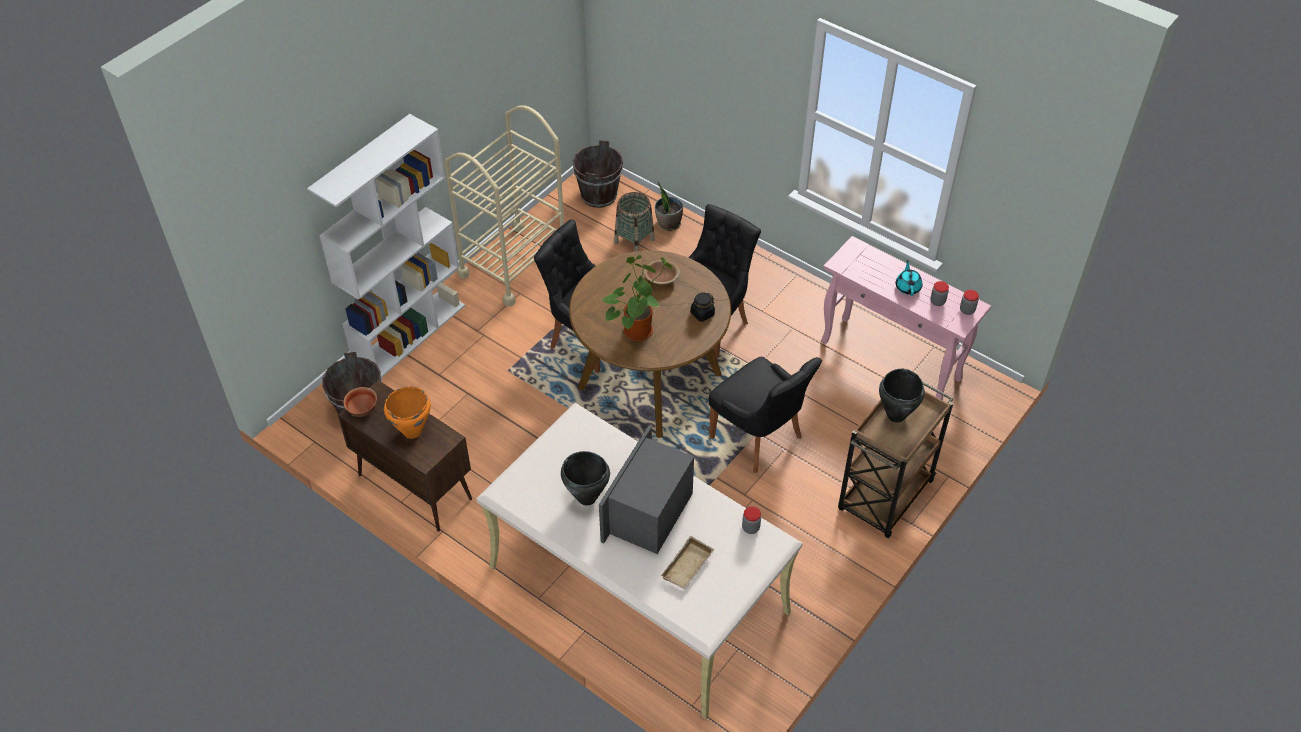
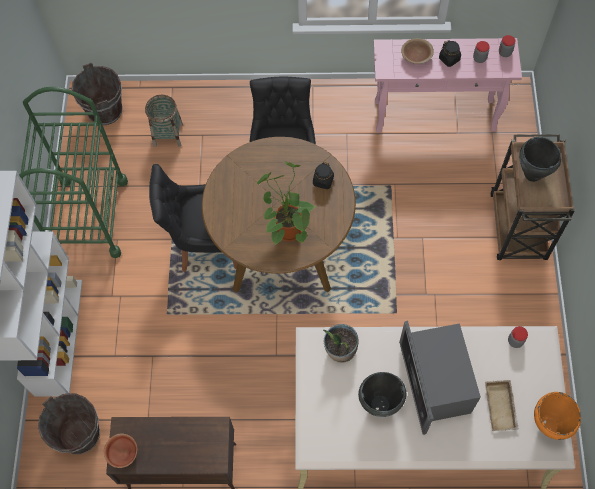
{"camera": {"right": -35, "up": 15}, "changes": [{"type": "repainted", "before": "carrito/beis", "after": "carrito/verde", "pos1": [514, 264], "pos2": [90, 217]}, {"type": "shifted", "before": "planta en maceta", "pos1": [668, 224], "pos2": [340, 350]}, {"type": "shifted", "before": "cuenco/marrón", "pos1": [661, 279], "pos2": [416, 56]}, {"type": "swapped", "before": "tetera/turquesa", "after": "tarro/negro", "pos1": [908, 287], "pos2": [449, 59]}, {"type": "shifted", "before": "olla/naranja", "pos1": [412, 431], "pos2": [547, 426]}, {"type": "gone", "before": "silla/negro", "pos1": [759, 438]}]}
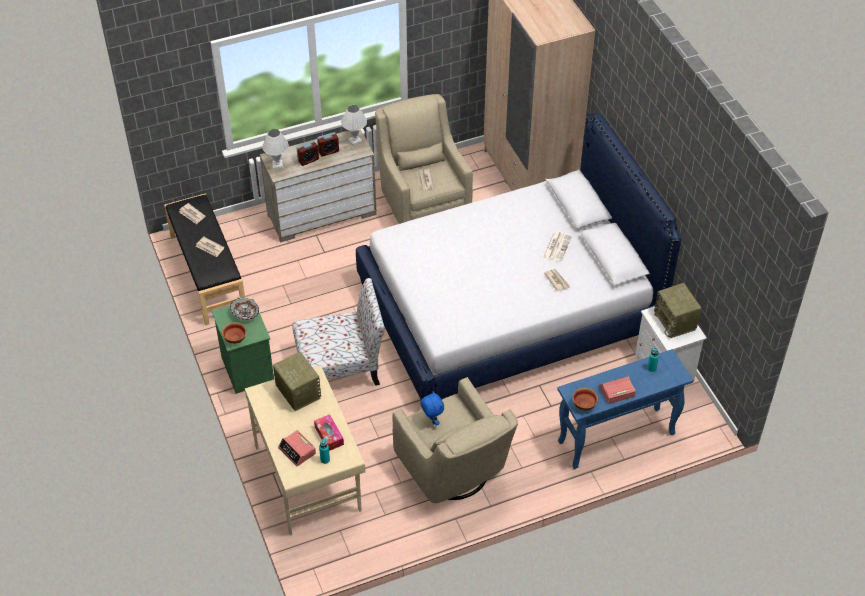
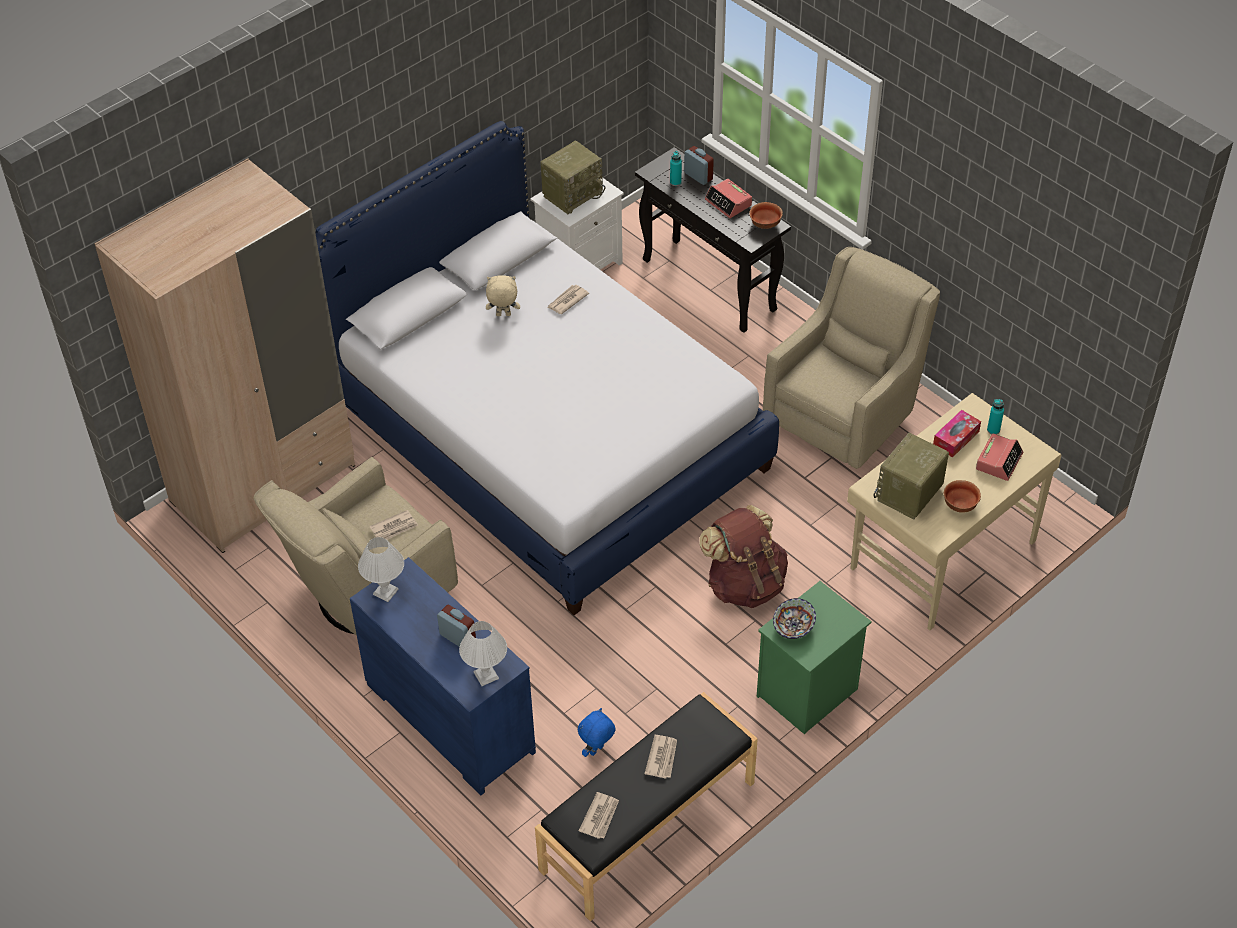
{"camera": {"right": -110, "up": 0}, "changes": [{"type": "repainted", "before": "cómoda/beis", "after": "cómoda/azul", "pos1": [322, 214], "pos2": [448, 718]}, {"type": "swapped", "before": "periódico", "after": "peluche/beis", "pos1": [557, 246], "pos2": [503, 315]}, {"type": "shifted", "before": "peluche/azul", "pos1": [432, 420], "pos2": [597, 751]}, {"type": "repainted", "before": "mesa consola/azul", "after": "mesa consola/negro", "pos1": [615, 438], "pos2": [710, 285]}, {"type": "shifted", "before": "despertador", "pos1": [328, 151], "pos2": [698, 176]}, {"type": "swapped", "before": "silla", "after": "mochila/marrón", "pos1": [341, 367], "pos2": [744, 583]}, {"type": "shifted", "before": "cuenco", "pos1": [235, 338], "pos2": [959, 505]}]}
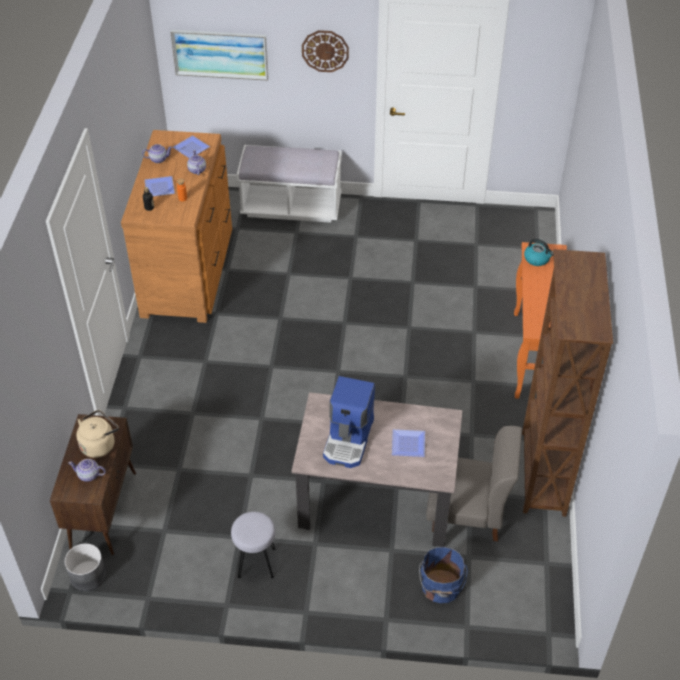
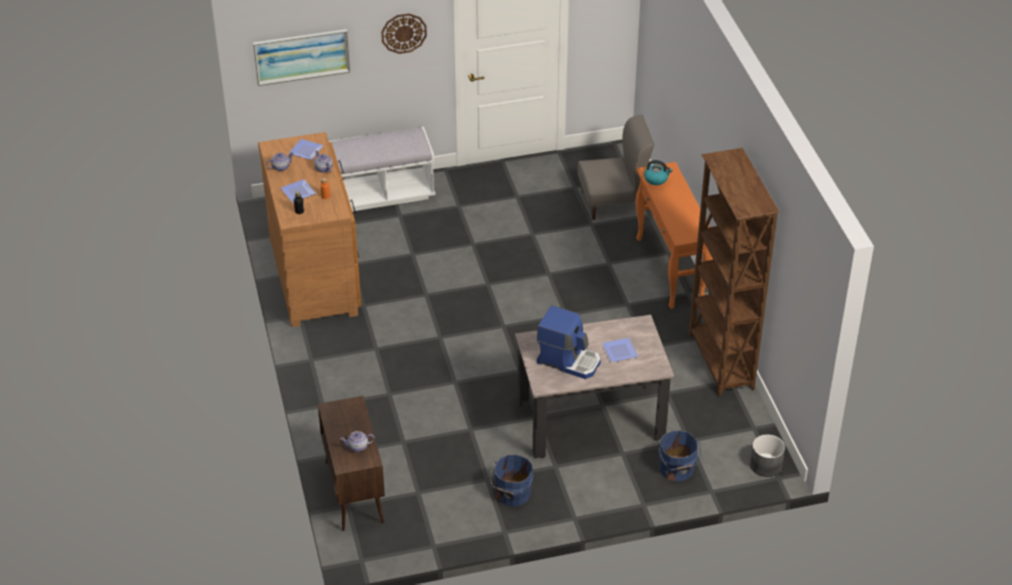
{"camera": {"right": -20, "up": -5}, "changes": [{"type": "swapped", "before": "taburete/gris", "after": "cubo/azul", "pos1": [256, 562], "pos2": [512, 494]}, {"type": "rotated", "before": "cafetera", "pos1": [349, 439], "pos2": [569, 360], "turn": -60}, {"type": "shifted", "before": "silla/gris", "pos1": [467, 512], "pos2": [613, 202]}, {"type": "shifted", "before": "maceta/gris", "pos1": [88, 575], "pos2": [766, 465]}, {"type": "gone", "before": "hervidor/beis", "pos1": [99, 444]}]}
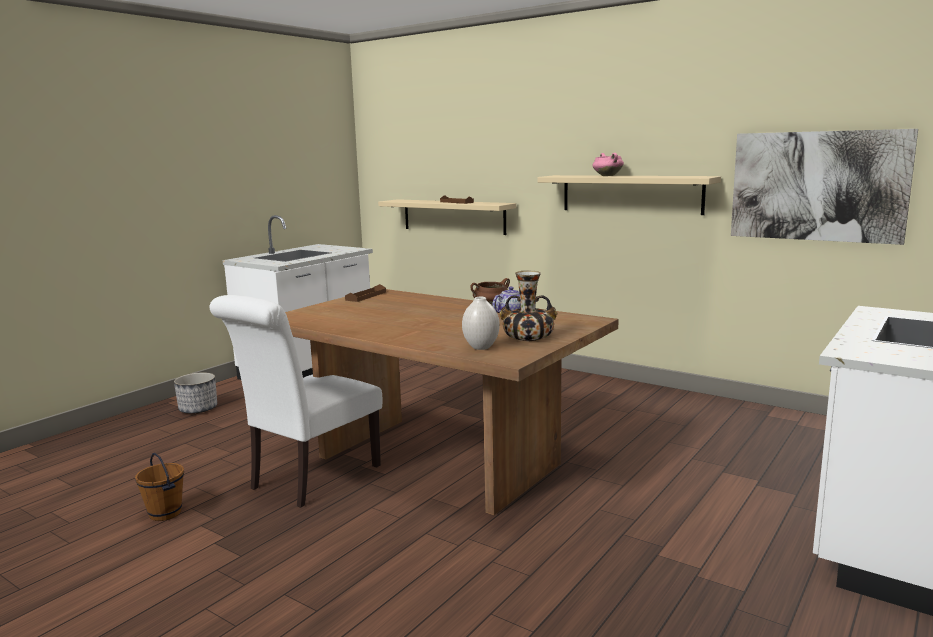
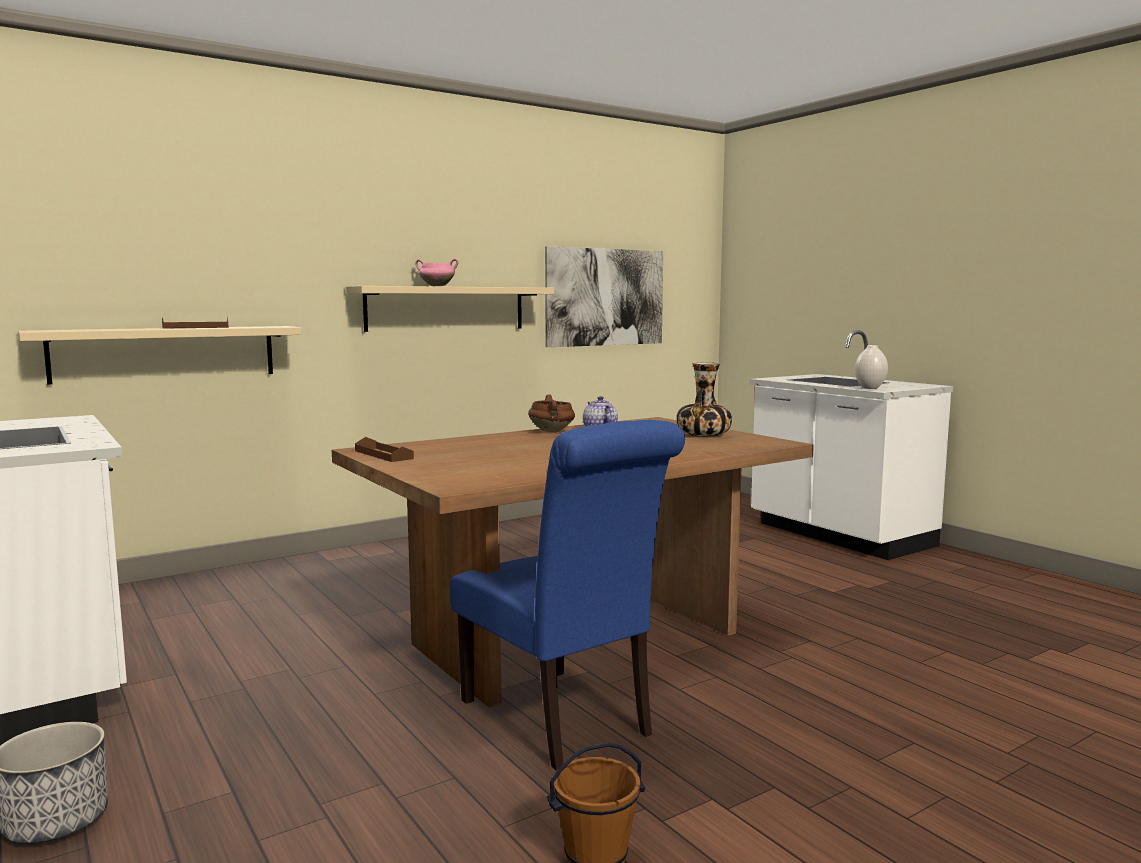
{"camera": {"right": -70, "up": -5}, "changes": [{"type": "repainted", "before": "silla/blanco", "after": "silla/azul", "pos1": [309, 479], "pos2": [562, 721]}, {"type": "shifted", "before": "florero/blanco", "pos1": [480, 347], "pos2": [870, 388]}]}
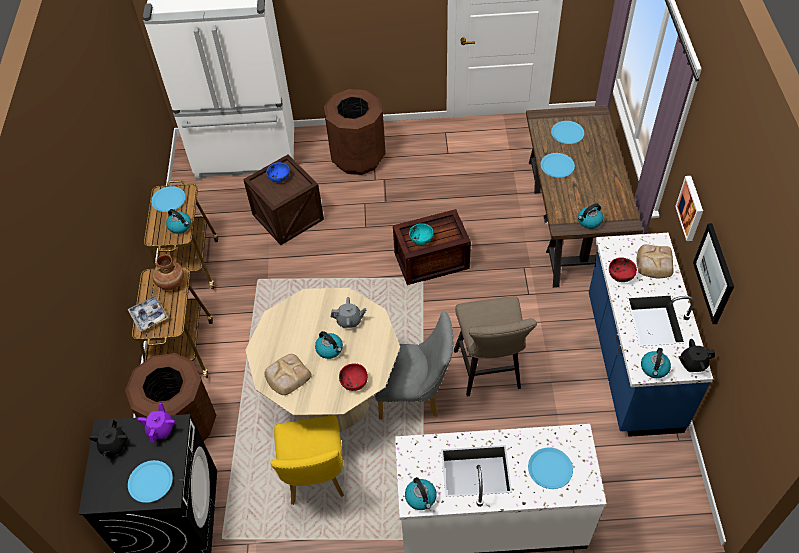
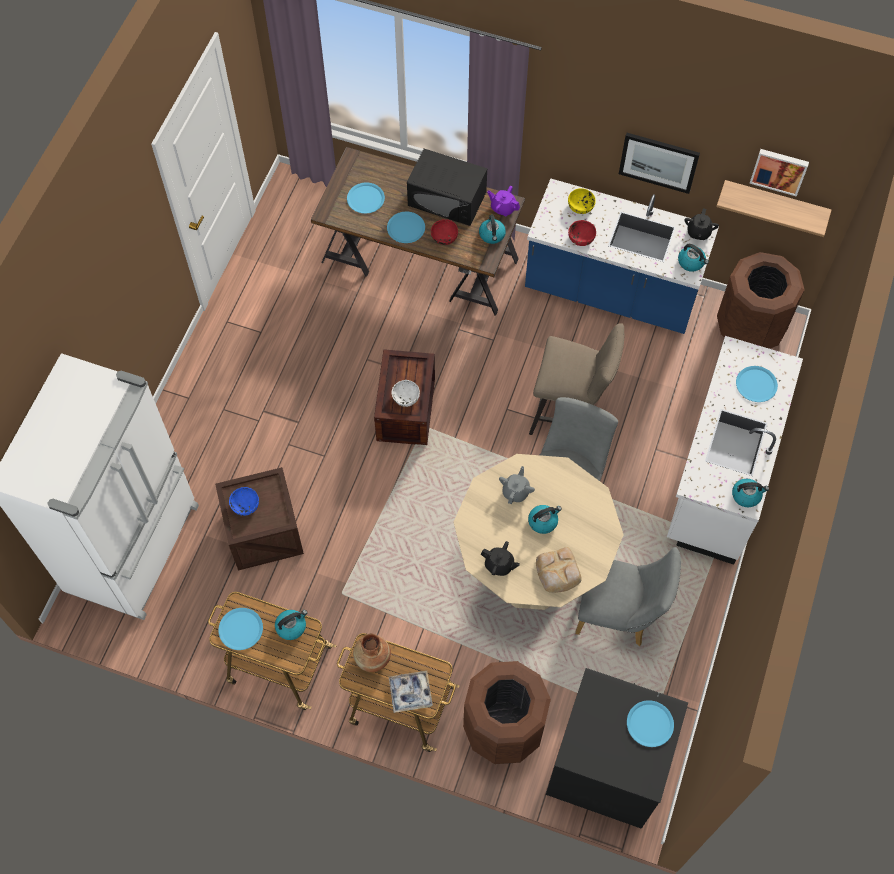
{"camera": {"right": -70, "up": 10}, "changes": [{"type": "repainted", "before": "cuenco/turquesa", "after": "cuenco/blanco", "pos1": [421, 238], "pos2": [405, 397]}, {"type": "new", "after": "microondas/negro", "pos2": [447, 199]}, {"type": "shifted", "before": "cuenco/rojo", "pos1": [353, 381], "pos2": [444, 237]}, {"type": "shifted", "before": "tetera/negro", "pos1": [113, 445], "pos2": [499, 565]}, {"type": "shifted", "before": "tetera/morado", "pos1": [161, 429], "pos2": [503, 208]}, {"type": "swapped", "before": "pan", "after": "cuenco/amarillo", "pos1": [654, 263], "pos2": [581, 206]}, {"type": "repainted", "before": "silla/amarillo", "after": "silla/gris", "pos1": [315, 478], "pos2": [619, 614]}, {"type": "new", "after": "estante", "pos2": [774, 204]}, {"type": "shifted", "before": "papelera/marrón", "pos1": [358, 157], "pos2": [749, 327]}, {"type": "shifted", "before": "cuadro", "pos1": [691, 208], "pos2": [779, 170]}]}
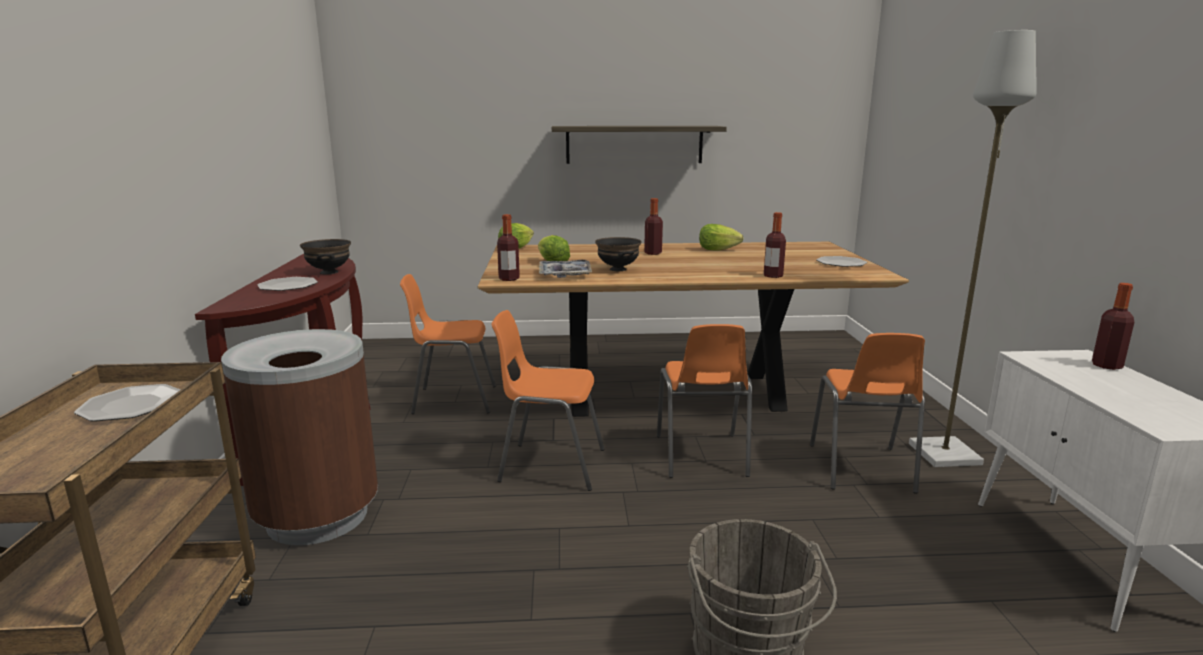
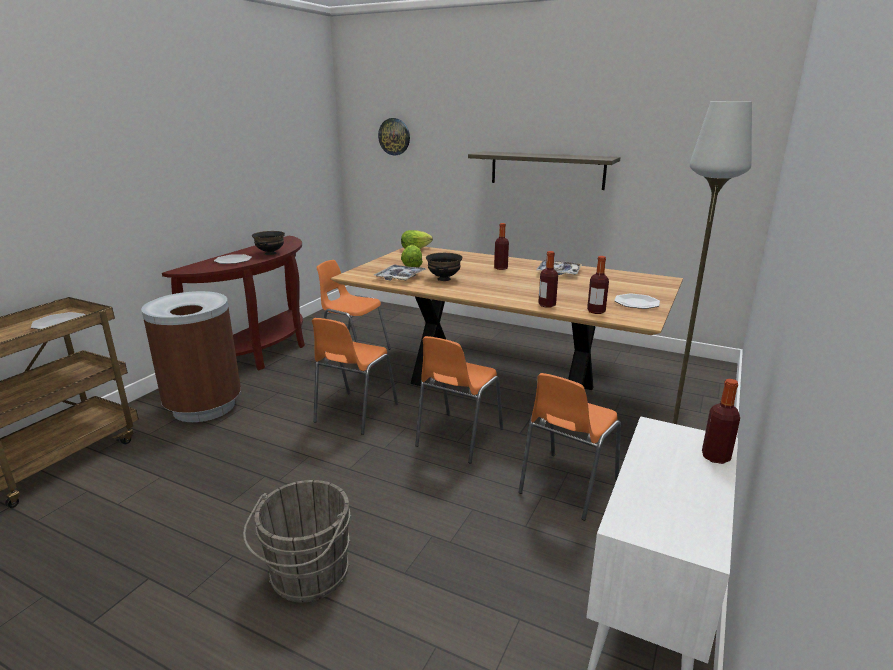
{"camera": {"right": 30, "up": 5}, "changes": [{"type": "rotated", "before": "silla/naranja", "pos1": [549, 465], "pos2": [354, 413], "turn": -105}, {"type": "new", "after": "reloj de pared", "pos2": [394, 136]}, {"type": "swapped", "before": "lechuga", "after": "bandeja", "pos1": [717, 250], "pos2": [558, 272]}, {"type": "shifted", "before": "botella", "pos1": [509, 279], "pos2": [596, 311]}]}
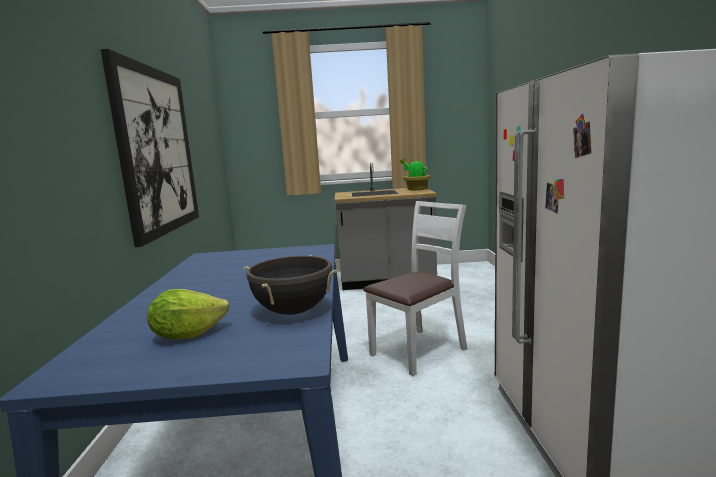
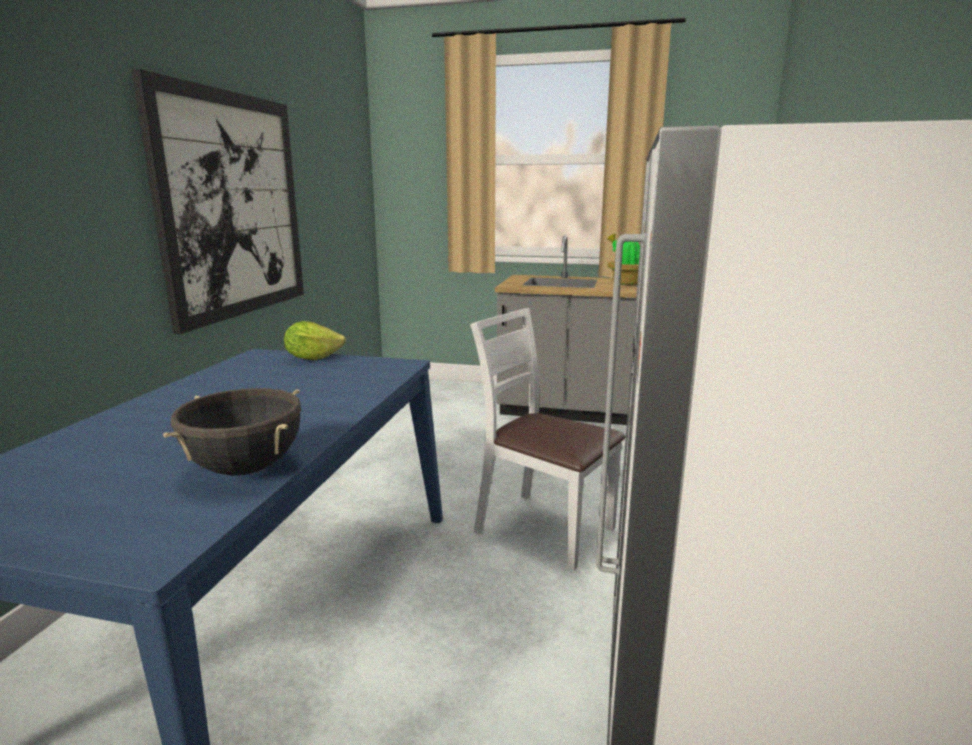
{"camera": {"right": 15, "up": 5}, "changes": [{"type": "shifted", "before": "lechuga", "pos1": [187, 335], "pos2": [312, 358]}, {"type": "rotated", "before": "silla/blanco", "pos1": [418, 351], "pos2": [543, 529], "turn": -120}]}
